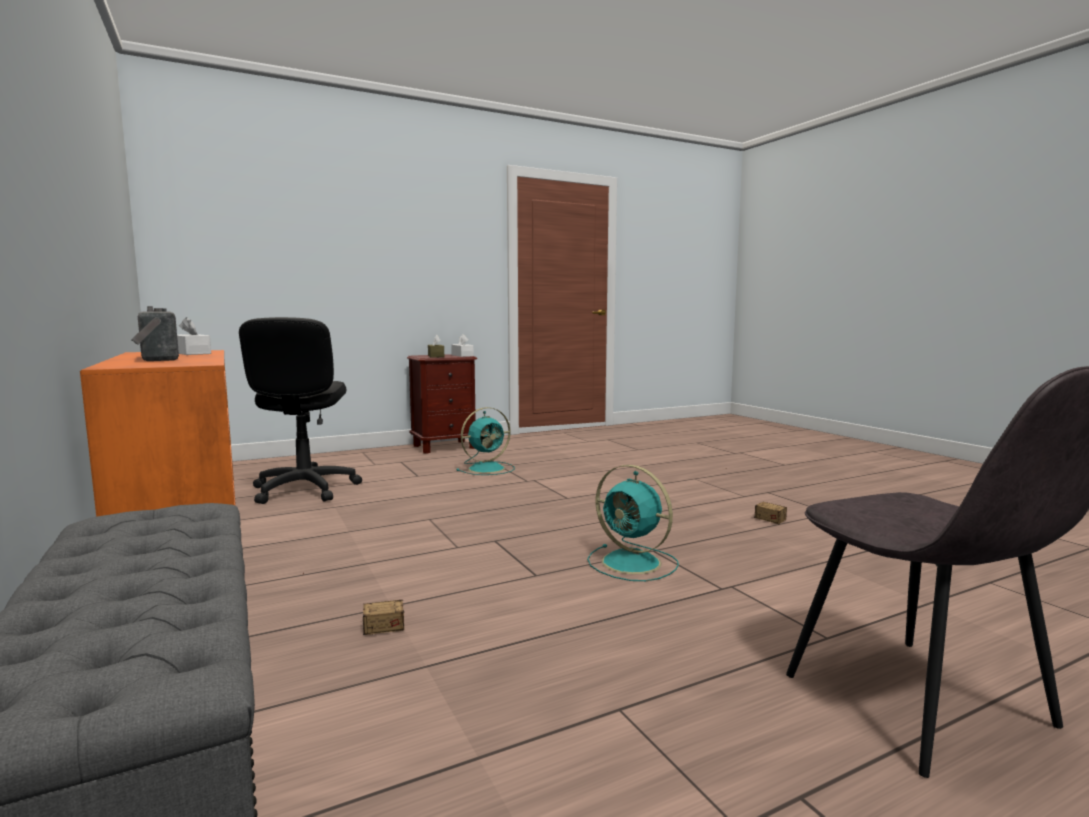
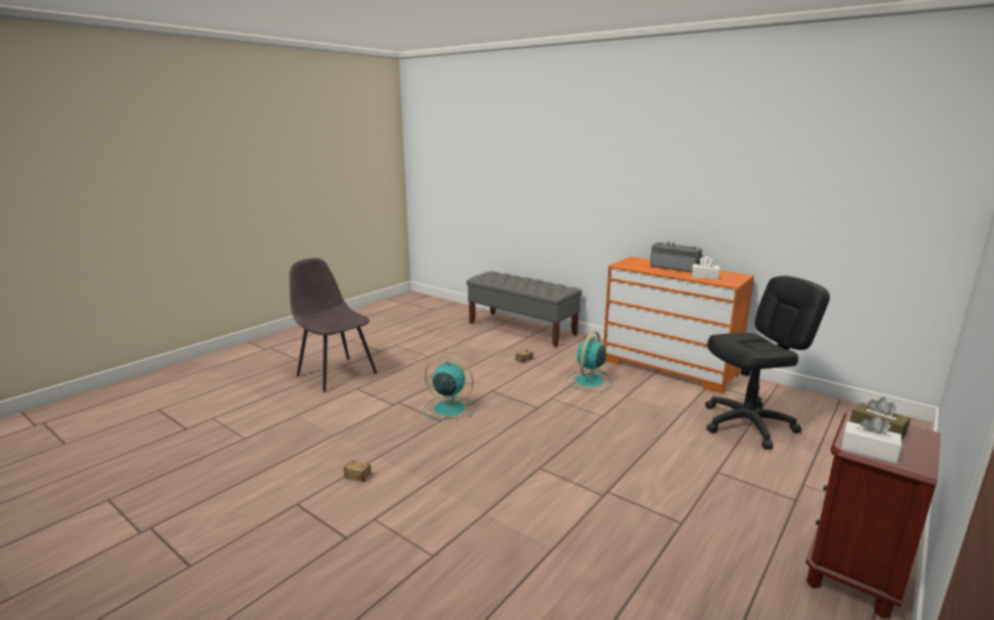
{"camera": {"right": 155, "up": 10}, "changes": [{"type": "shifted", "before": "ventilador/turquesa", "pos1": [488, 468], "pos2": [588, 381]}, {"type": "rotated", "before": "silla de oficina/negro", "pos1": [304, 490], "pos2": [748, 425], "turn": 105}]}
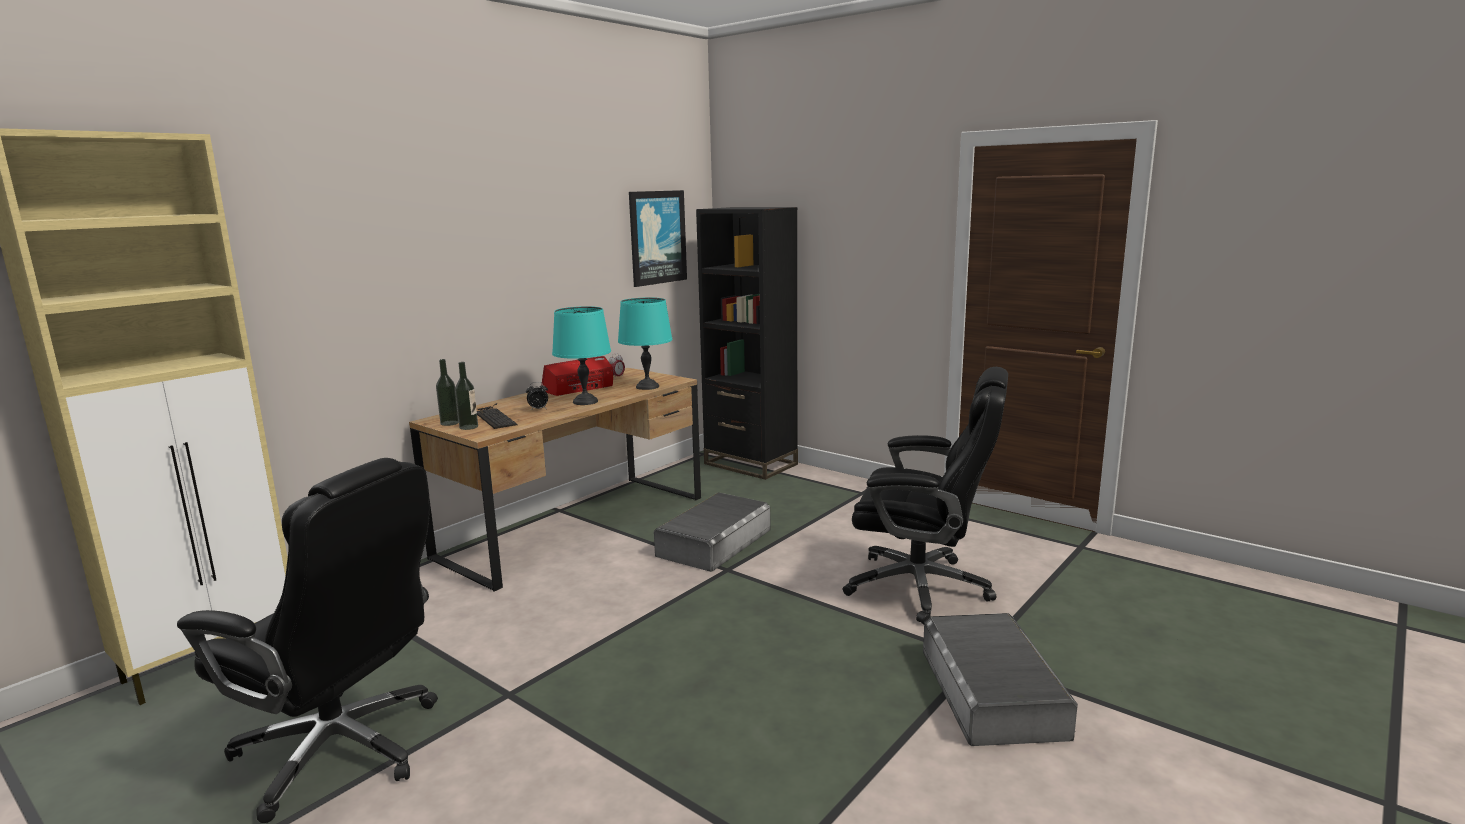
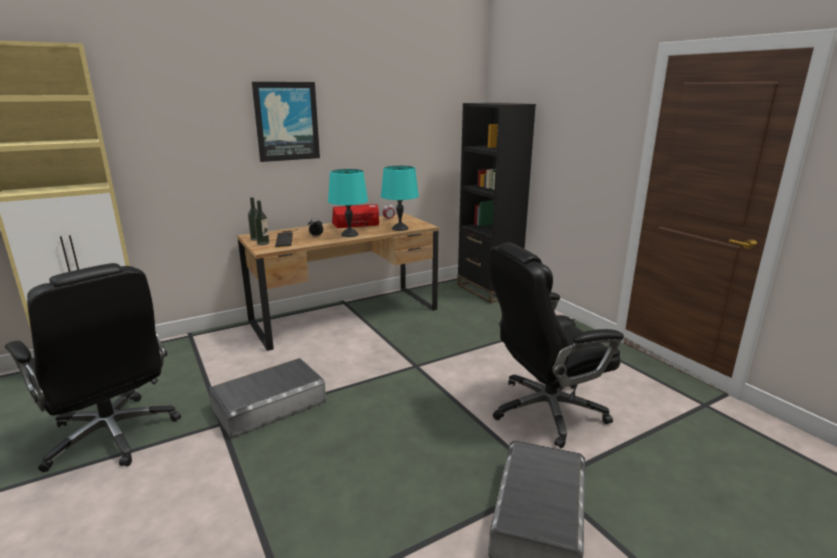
{"camera": {"right": 20, "up": 5}, "changes": [{"type": "shifted", "before": "caja de almacenaje/gris", "pos1": [714, 542], "pos2": [269, 405]}, {"type": "shifted", "before": "cuadro", "pos1": [657, 237], "pos2": [286, 121]}, {"type": "rotated", "before": "silla de oficina/negro", "pos1": [921, 587], "pos2": [545, 410], "turn": 120}]}
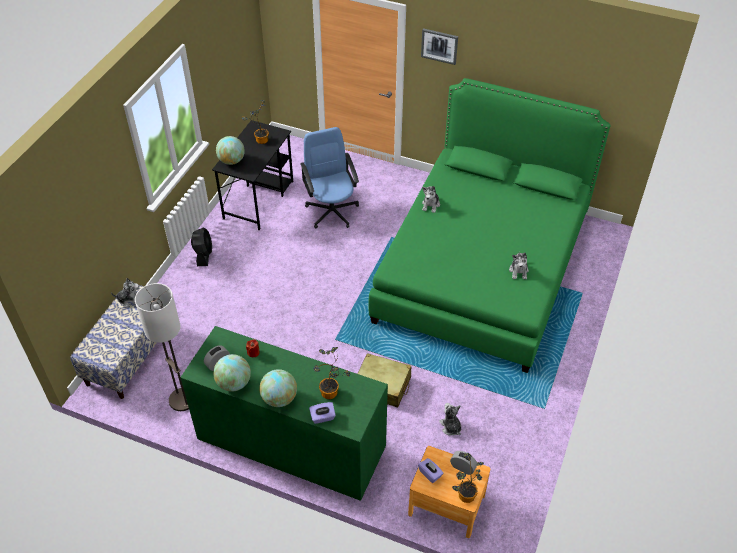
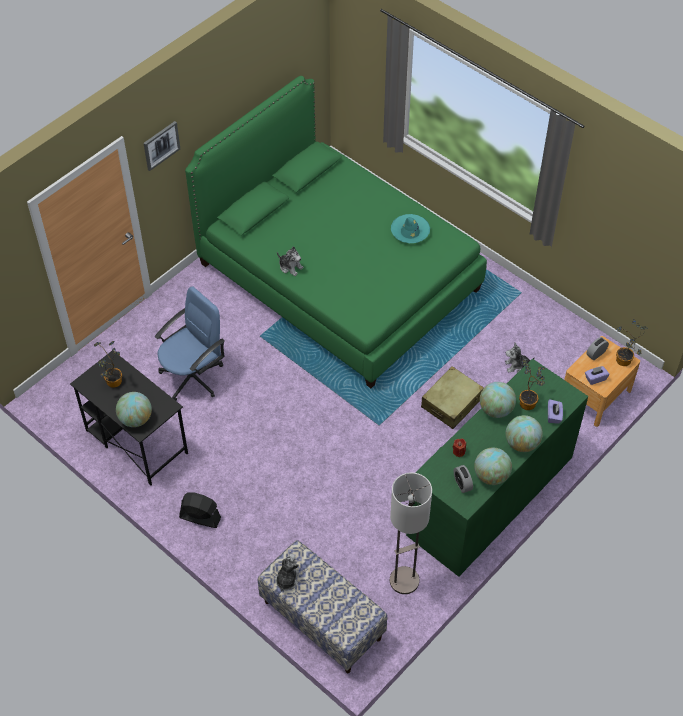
{"camera": {"right": -70, "up": 5}, "changes": [{"type": "rotated", "before": "silla de oficina/azul", "pos1": [332, 211], "pos2": [193, 377], "turn": 135}, {"type": "swapped", "before": "peluche", "after": "sombrero/turquesa", "pos1": [518, 271], "pos2": [410, 232]}, {"type": "new", "after": "globo terráqueo", "pos2": [496, 410]}]}
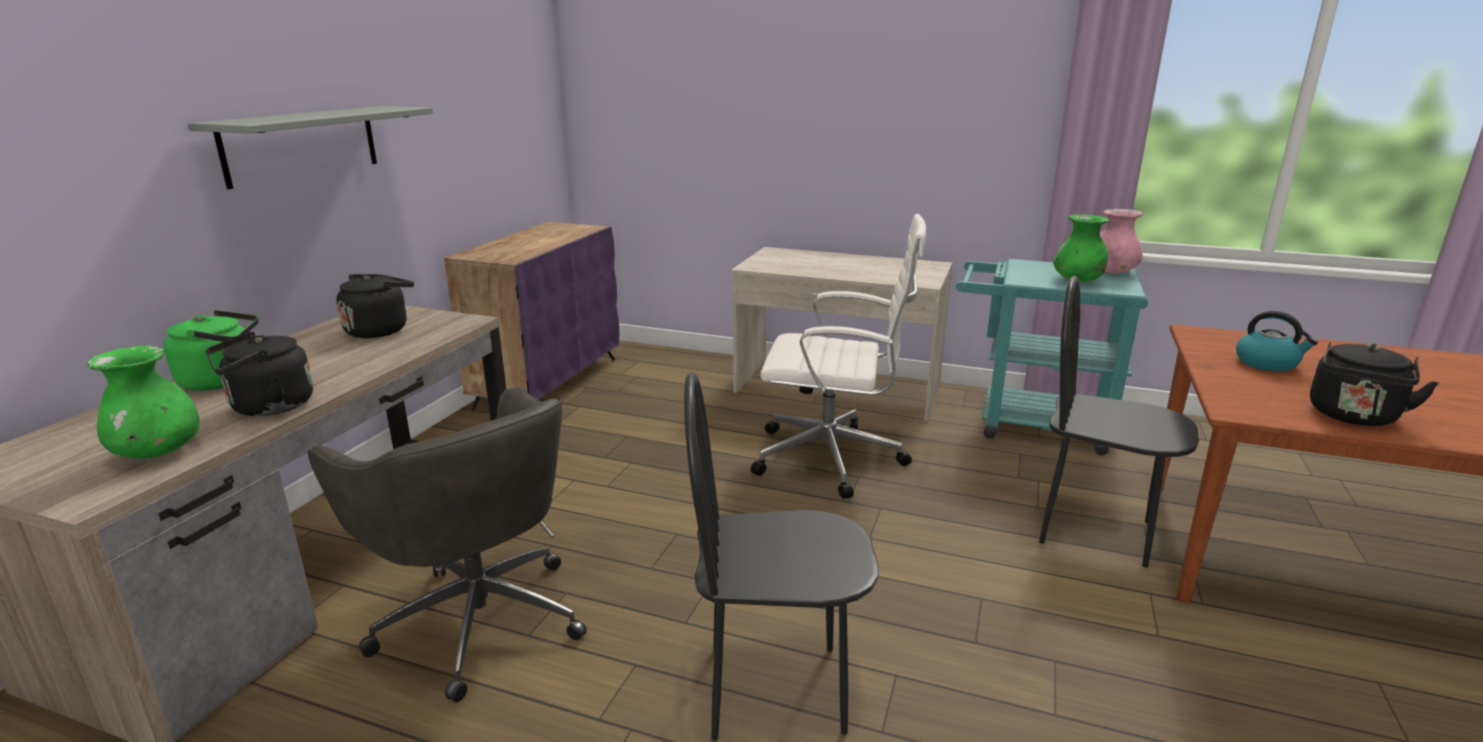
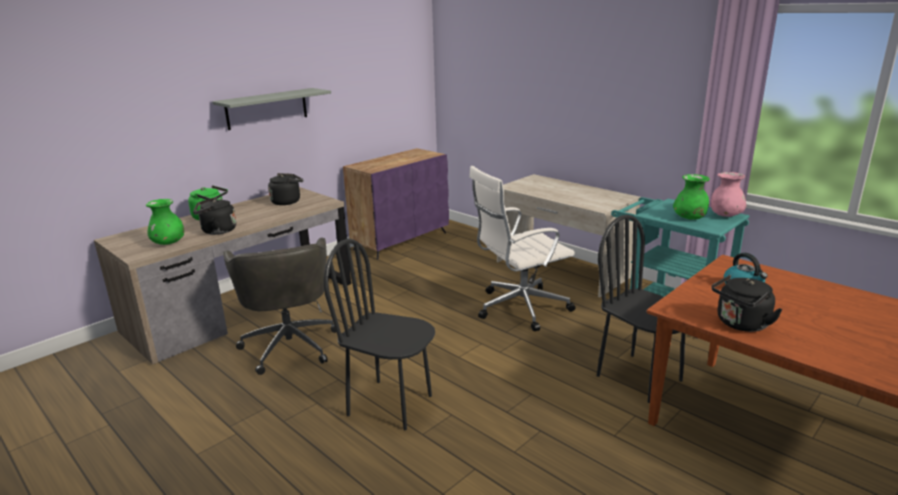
{"camera": {"right": 25, "up": 0}, "changes": [{"type": "rotated", "before": "silla de oficina/blanco", "pos1": [833, 458], "pos2": [519, 308], "turn": 120}]}
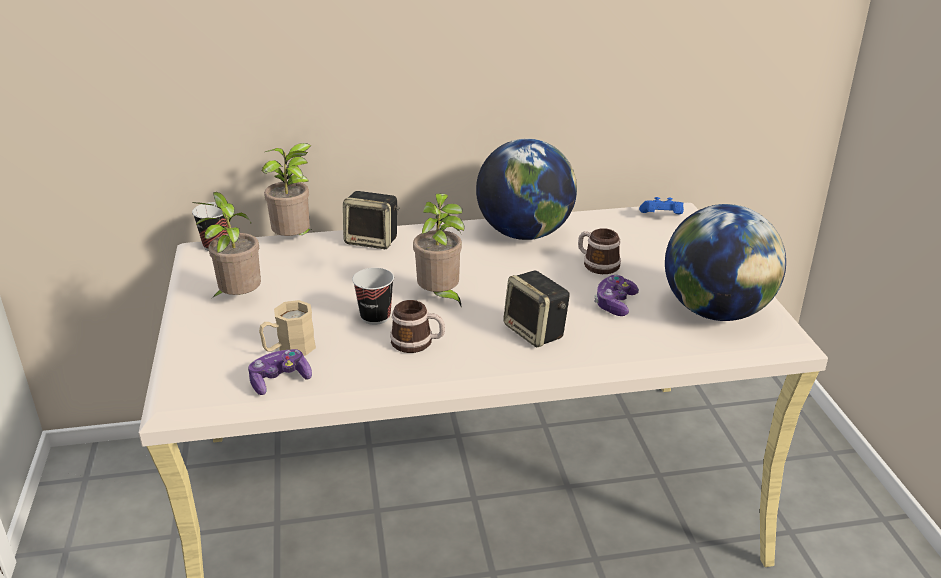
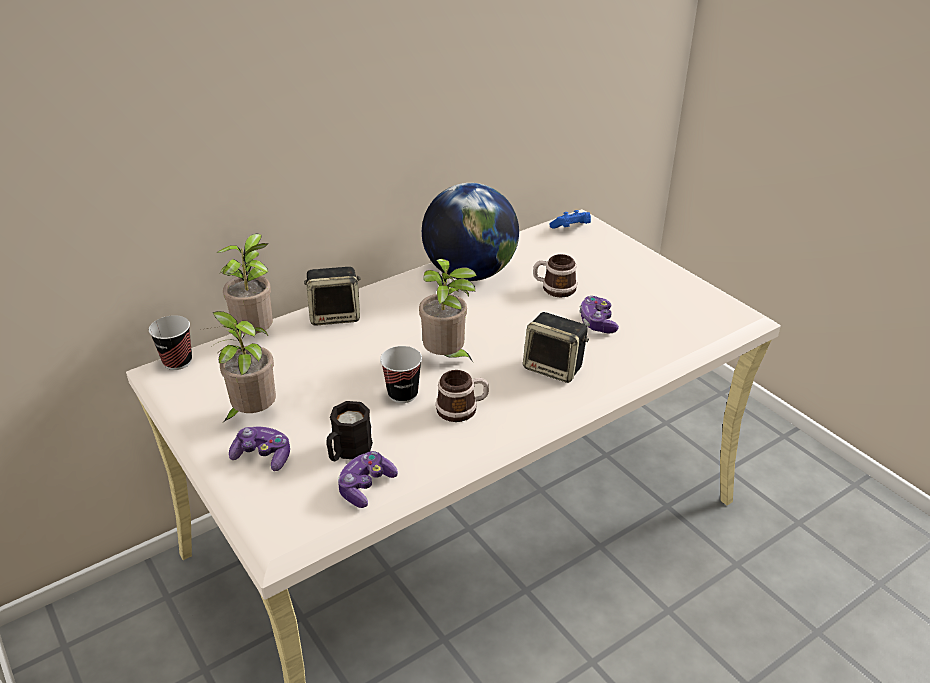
{"camera": {"right": -25, "up": 5}, "changes": [{"type": "new", "after": "mando de consola", "pos2": [263, 456]}, {"type": "repainted", "before": "taza grande/beis", "after": "taza grande/negro", "pos1": [289, 349], "pos2": [348, 451]}, {"type": "gone", "before": "globo terráqueo", "pos1": [716, 311]}]}
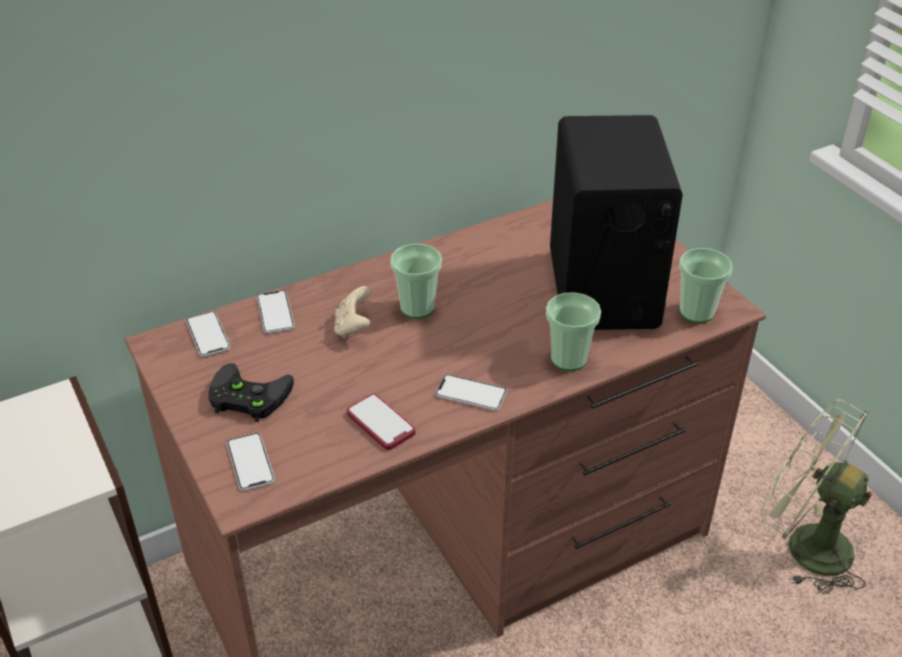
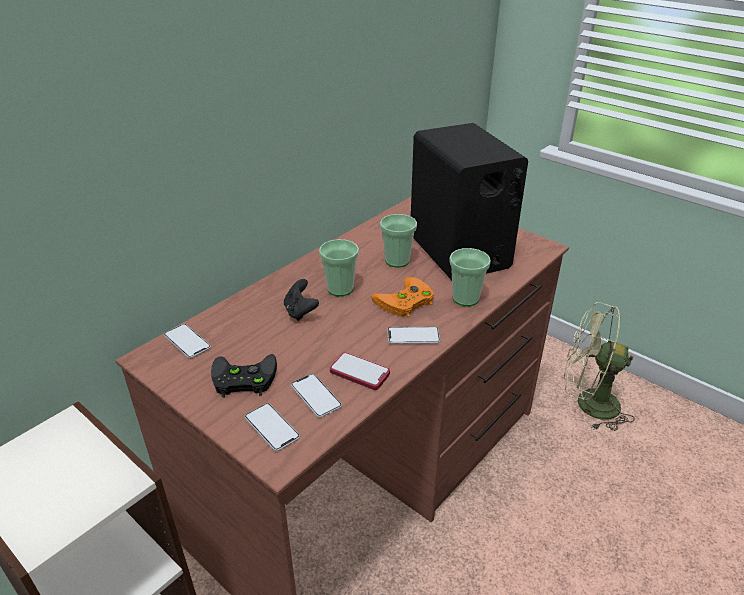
{"camera": {"right": -20, "up": -5}, "changes": [{"type": "repainted", "before": "mando de consola/beis", "after": "mando de consola/negro", "pos1": [353, 327], "pos2": [300, 311]}, {"type": "shifted", "before": "móvil", "pos1": [275, 313], "pos2": [316, 396]}, {"type": "new", "after": "mando de consola/naranja", "pos2": [404, 302]}, {"type": "shifted", "before": "taza", "pos1": [696, 312], "pos2": [397, 261]}]}
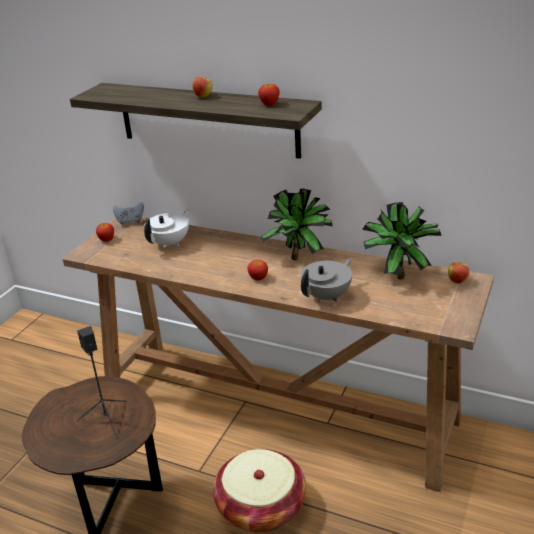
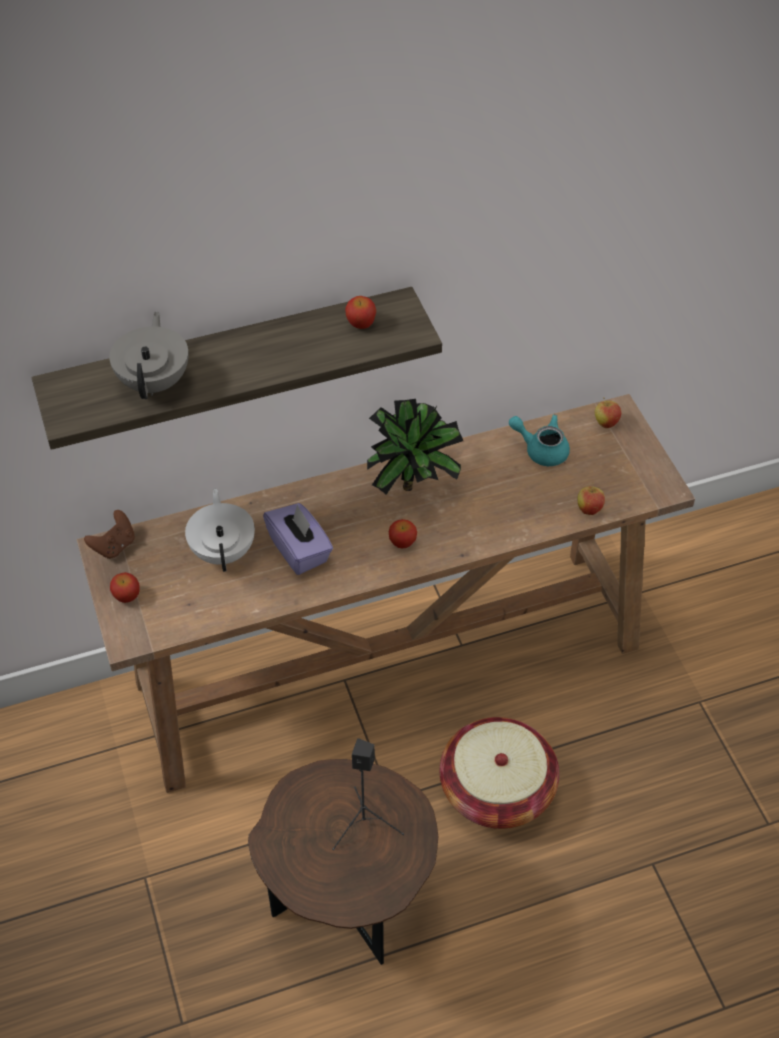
{"camera": {"right": -45, "up": 20}, "changes": [{"type": "repainted", "before": "mando de consola/gris", "after": "mando de consola/marrón", "pos1": [130, 221], "pos2": [114, 546]}, {"type": "shifted", "before": "tetera/gris", "pos1": [327, 296], "pos2": [155, 381]}, {"type": "new", "after": "caja de pañuelos/morado", "pos2": [299, 550]}, {"type": "swapped", "before": "planta en maceta", "after": "tetera/turquesa", "pos1": [397, 275], "pos2": [541, 449]}, {"type": "shifted", "before": "manzana", "pos1": [203, 96], "pos2": [589, 509]}]}
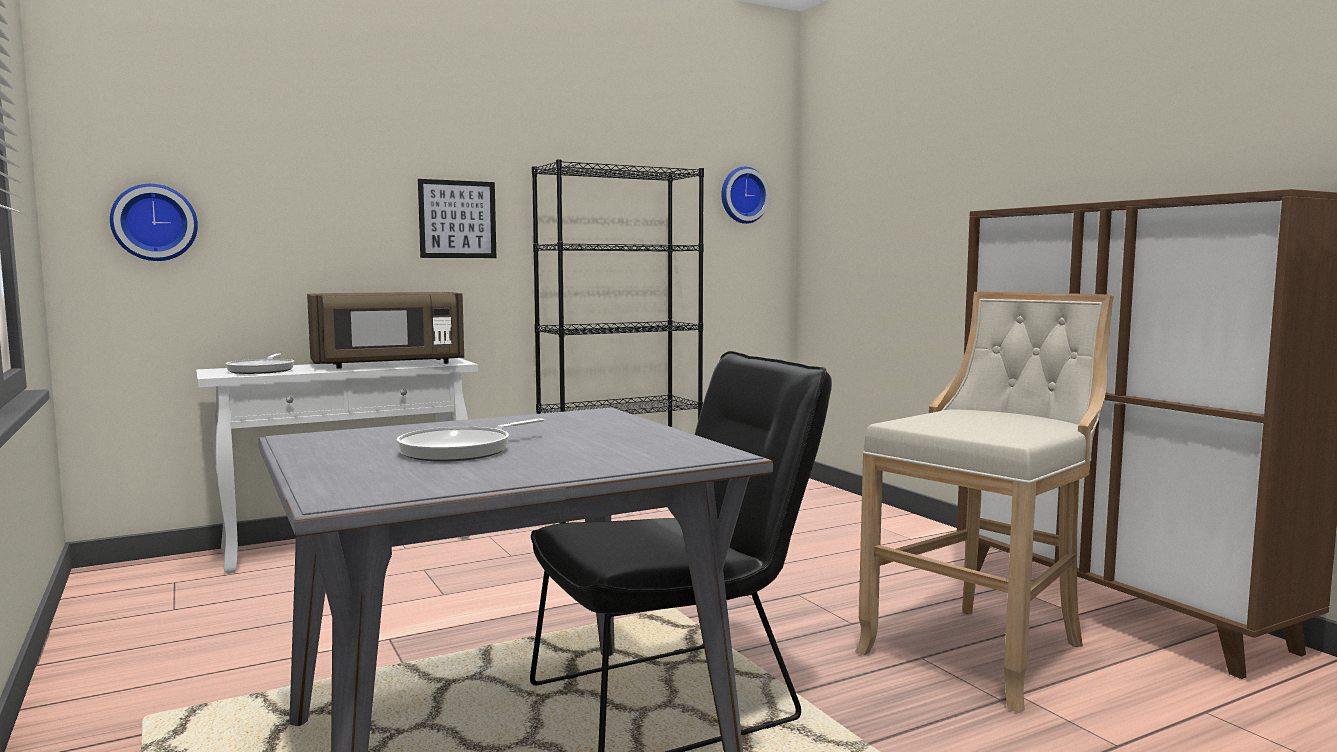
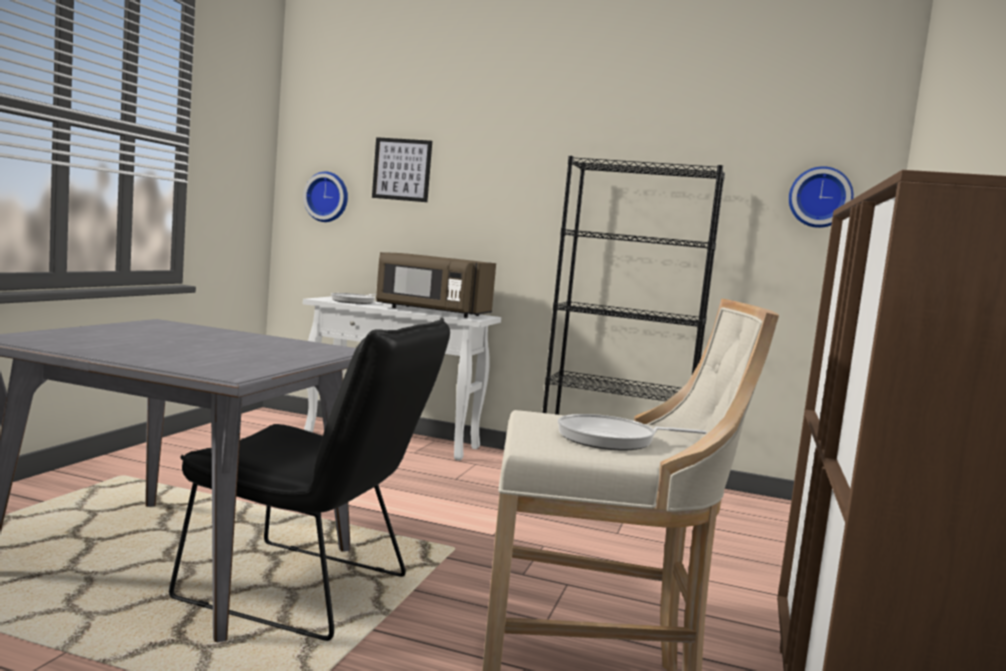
{"camera": {"right": 45, "up": 0}, "changes": [{"type": "shifted", "before": "cuadro", "pos1": [457, 219], "pos2": [402, 169]}, {"type": "shifted", "before": "sartén", "pos1": [461, 450], "pos2": [612, 439]}]}
